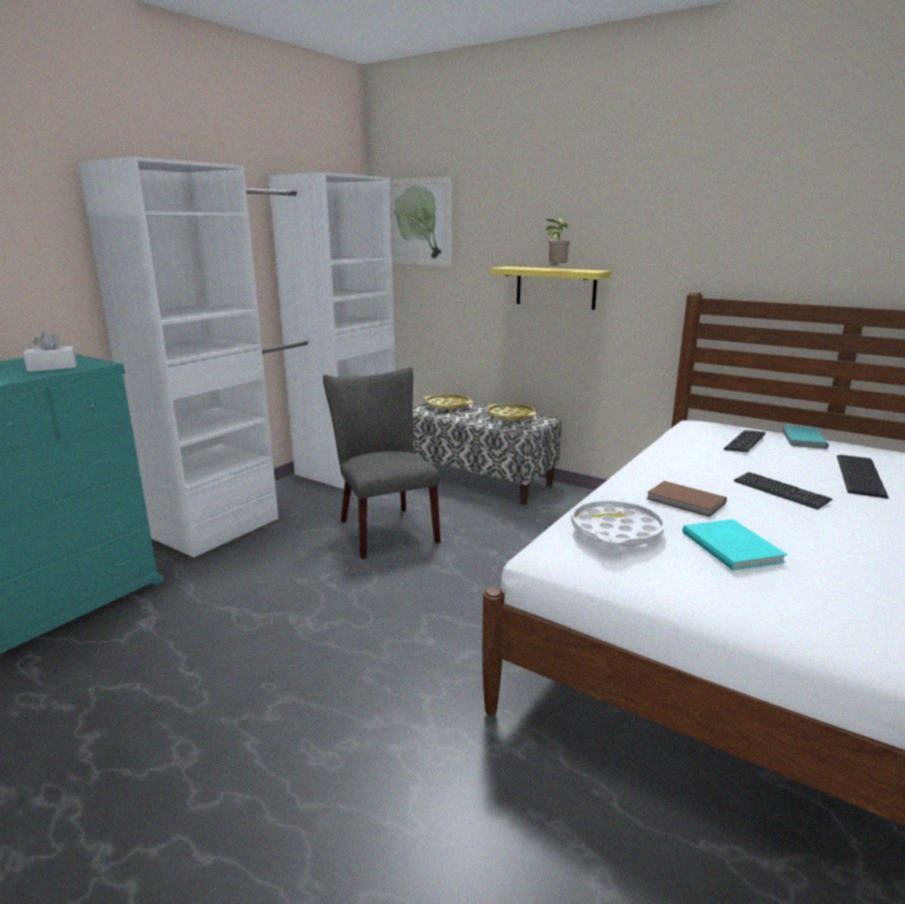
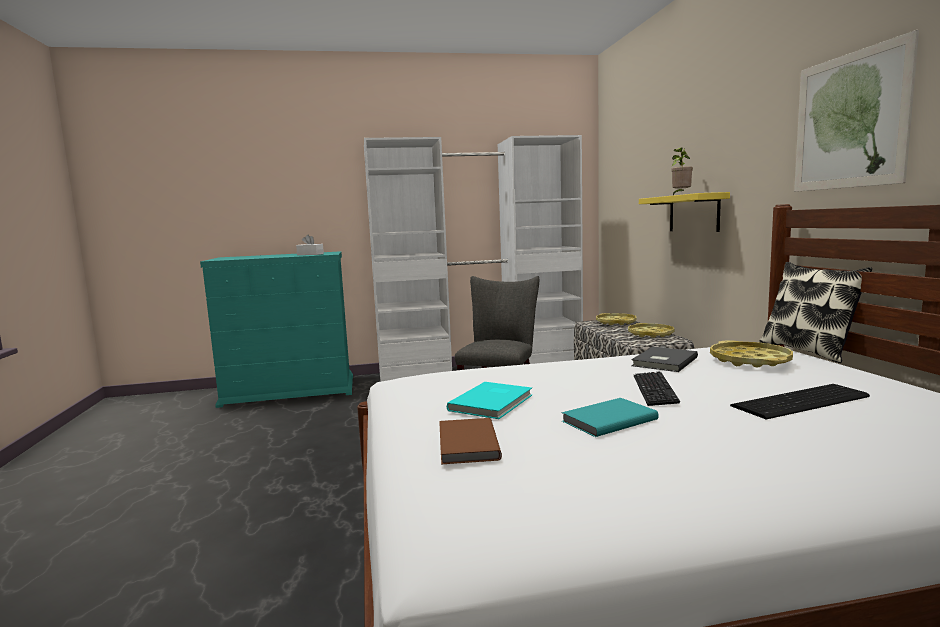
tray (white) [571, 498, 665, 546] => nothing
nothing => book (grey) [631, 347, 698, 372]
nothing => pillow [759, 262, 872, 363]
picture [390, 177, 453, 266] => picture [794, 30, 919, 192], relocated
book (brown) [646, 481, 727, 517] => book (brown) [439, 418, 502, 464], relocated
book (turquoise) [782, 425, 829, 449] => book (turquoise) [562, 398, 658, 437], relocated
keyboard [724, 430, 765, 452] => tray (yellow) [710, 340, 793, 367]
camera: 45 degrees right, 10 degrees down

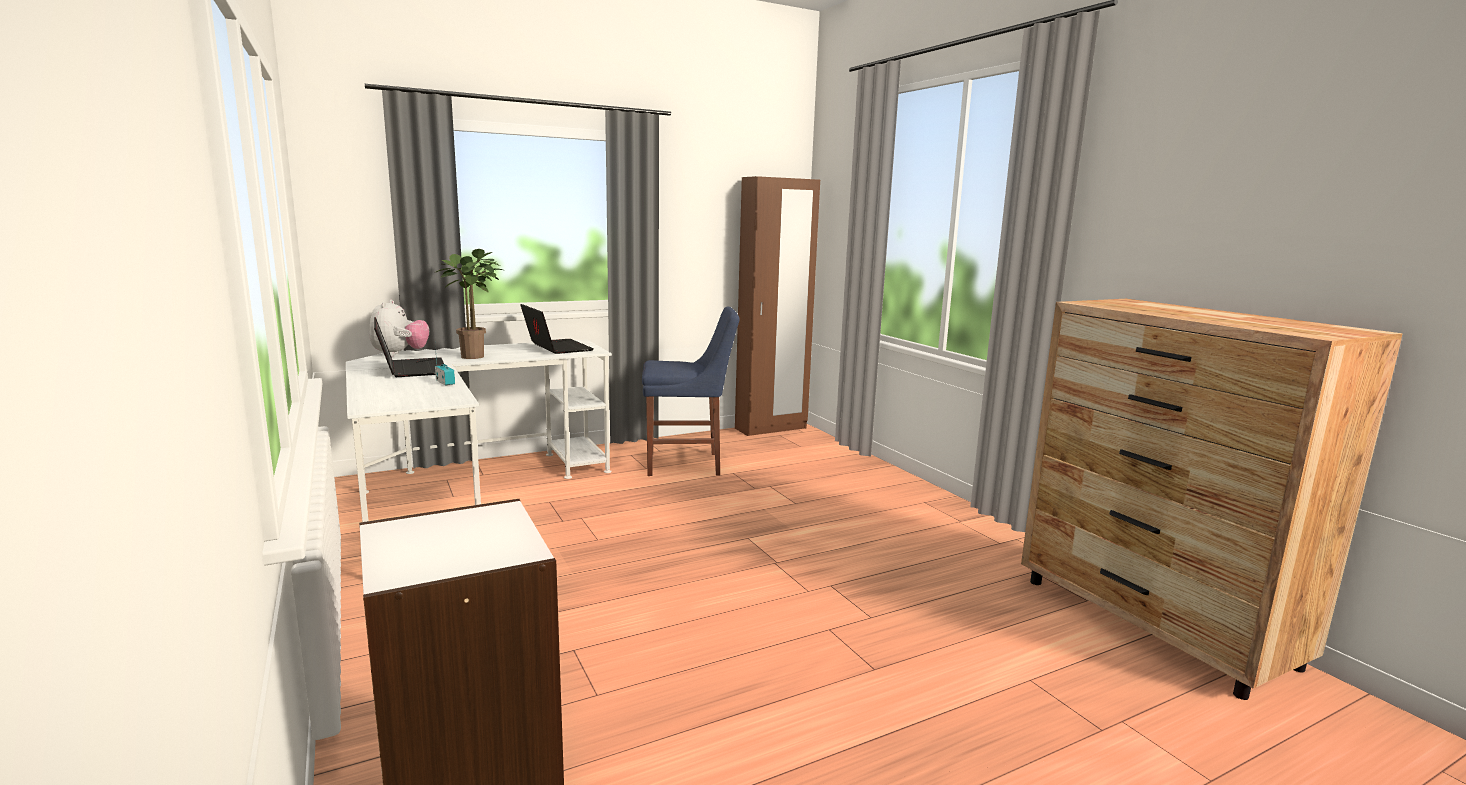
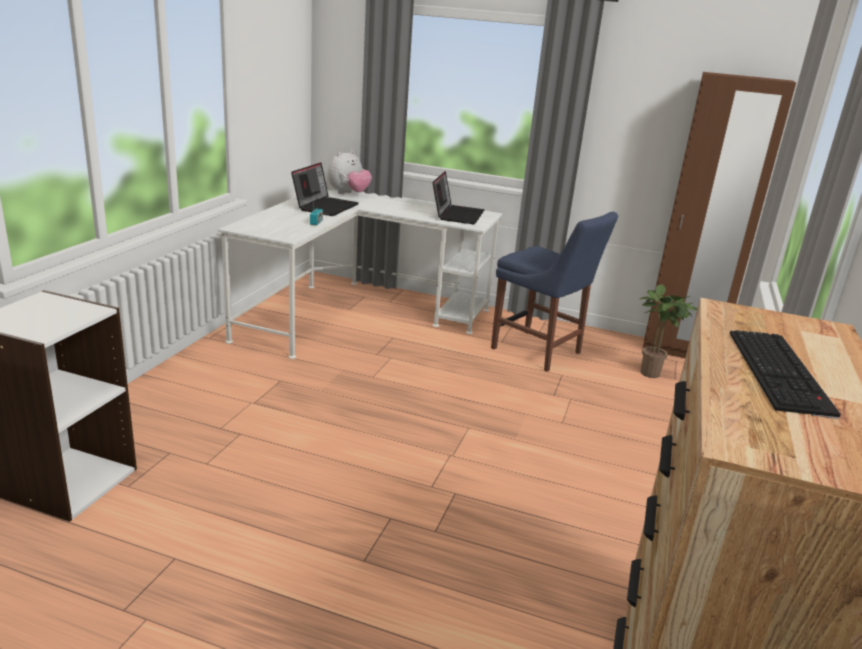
nothing => keyboard [730, 330, 841, 419]
potted plant [436, 249, 503, 359] => potted plant [640, 284, 698, 378], relocated
camera: 45 degrees right, 10 degrees up

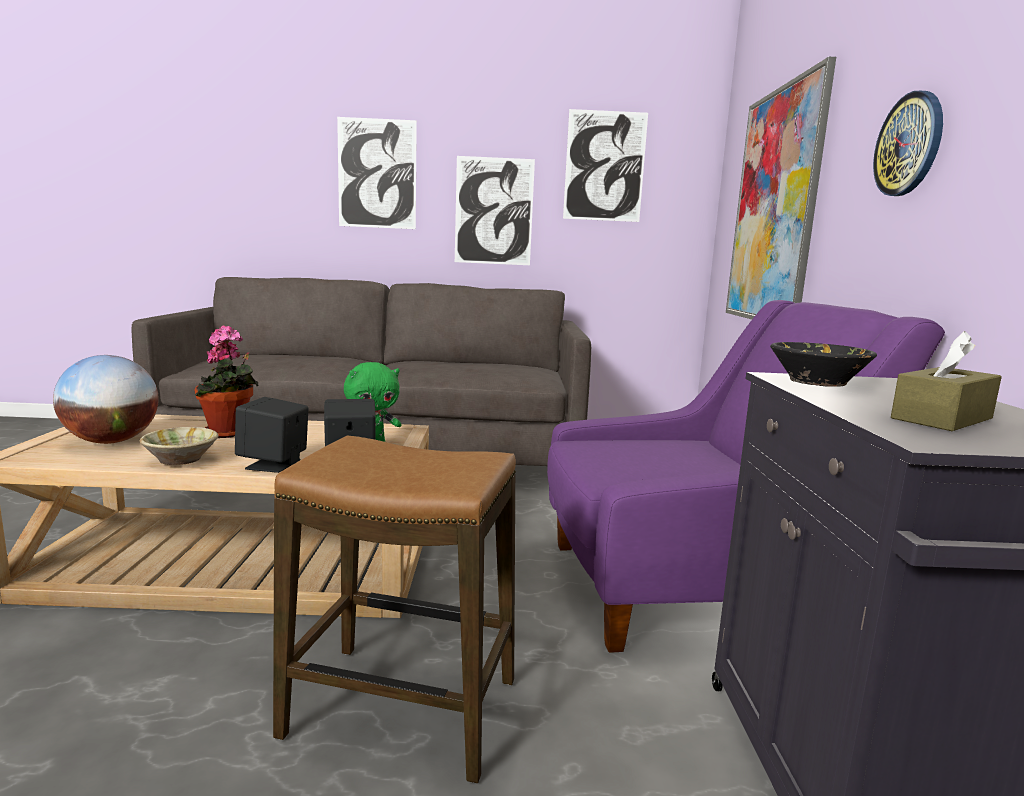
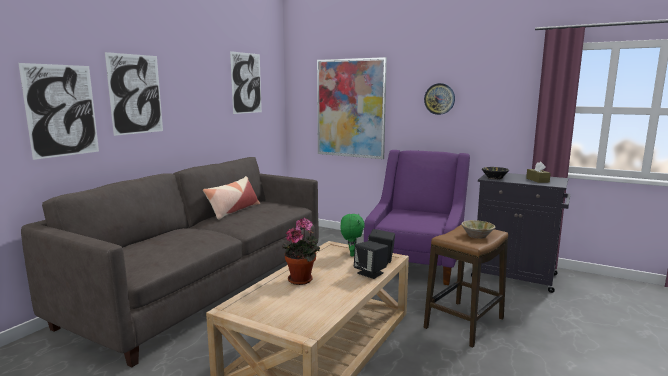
globe [53, 355, 159, 444] => nothing
nothing => pillow [203, 176, 260, 220]
bowl (beige) [140, 427, 219, 465] => bowl (beige) [461, 220, 496, 239], relocated
picture [455, 156, 535, 265] => picture [18, 63, 99, 160], relocated
camera: 60 degrees left, 0 degrees up

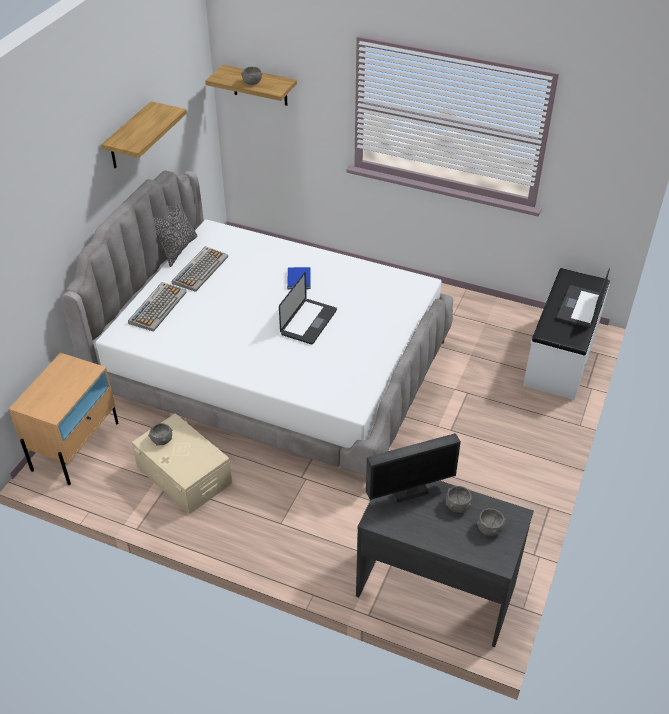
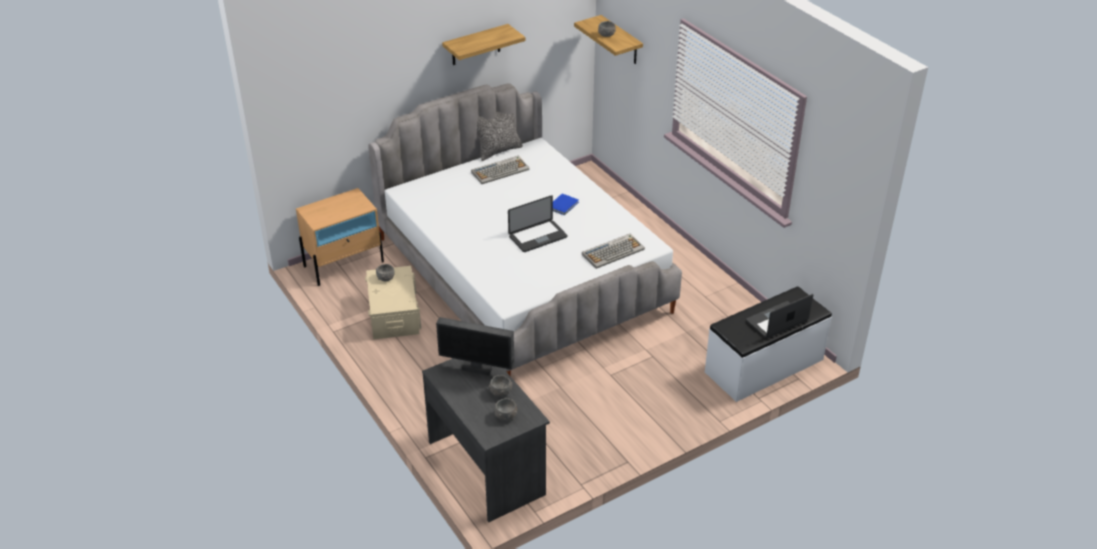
keyboard [128, 282, 187, 332] => keyboard [582, 234, 645, 269], relocated
camera: 35 degrees right, 5 degrees down

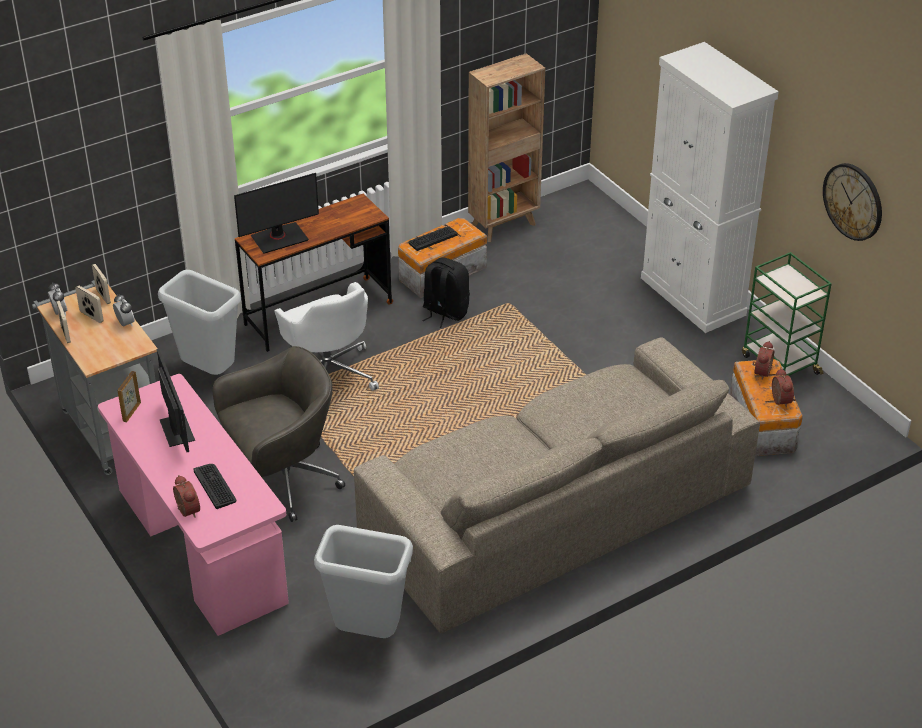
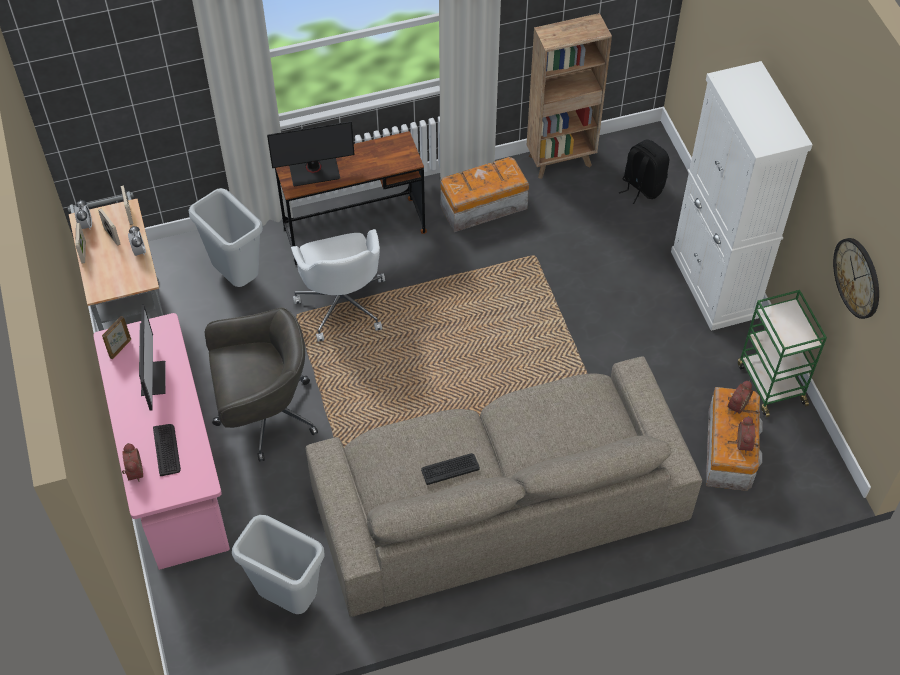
keyboard [408, 226, 458, 251] => keyboard [421, 453, 480, 485], relocated
backpack (black) [422, 257, 470, 328] => backpack (black) [619, 140, 669, 204], relocated
camera: 15 degrees right, 15 degrees up

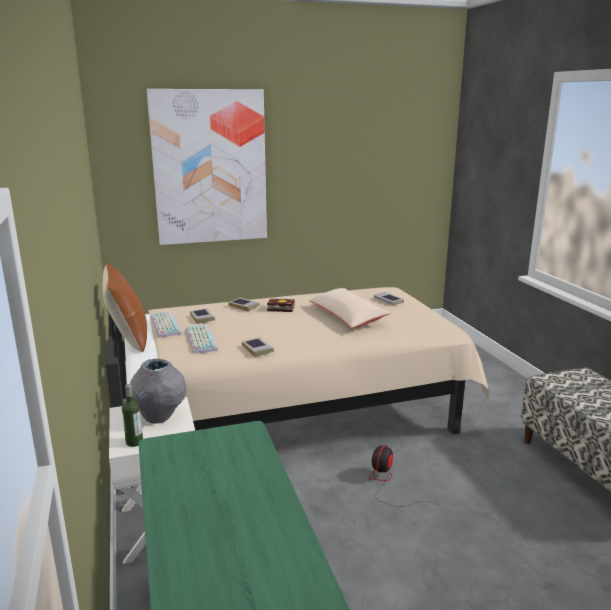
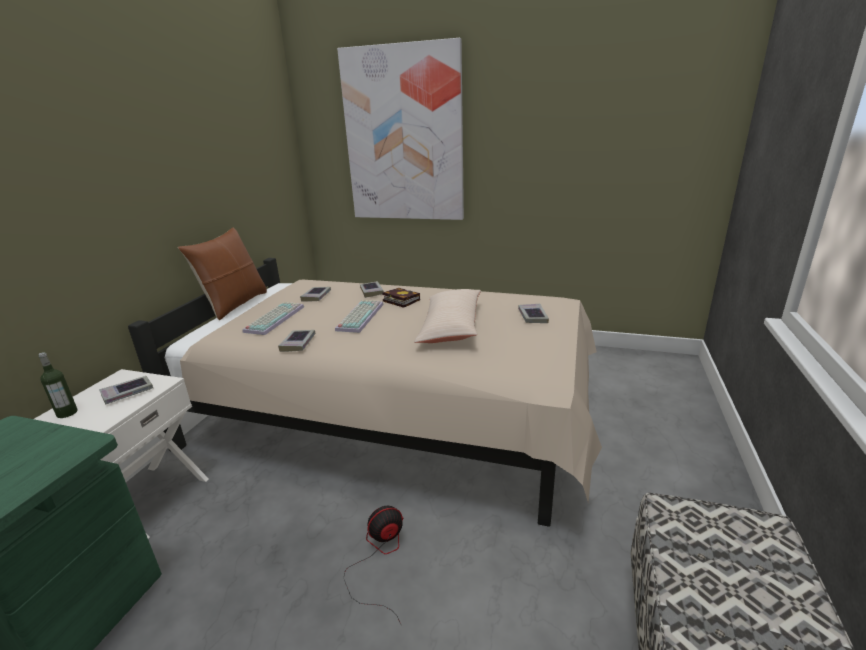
keyboard [151, 311, 182, 337] => keyboard [335, 300, 384, 333], relocated
vase (grey) [130, 359, 186, 424] => book [99, 376, 153, 404]
camera: 35 degrees right, 5 degrees up

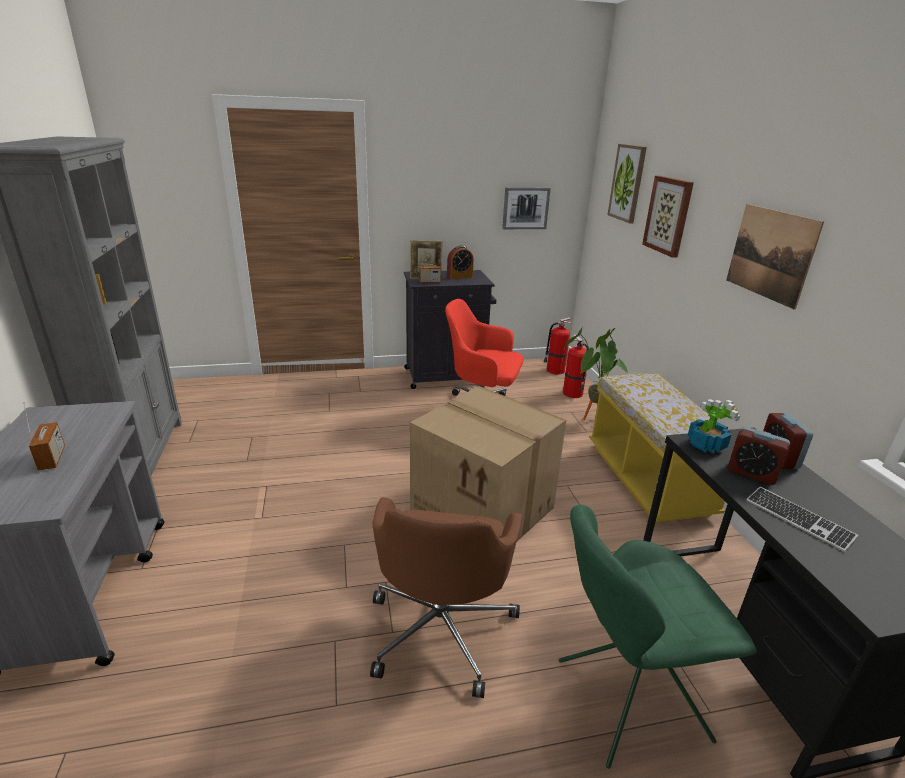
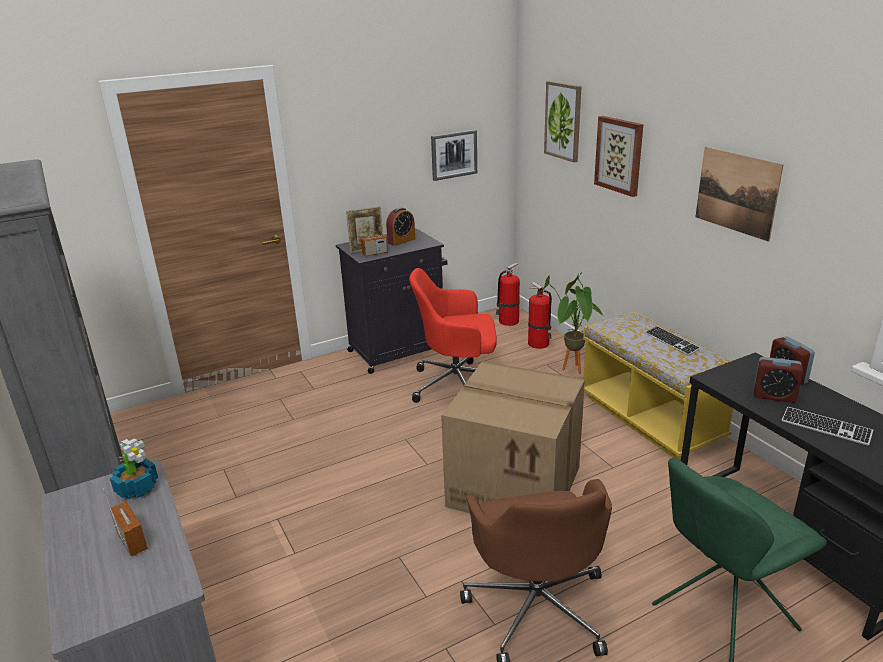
nothing => keyboard [645, 326, 701, 356]
potted plant [688, 399, 741, 453] => potted plant [110, 438, 158, 499], relocated
camera: 15 degrees left, 0 degrees up

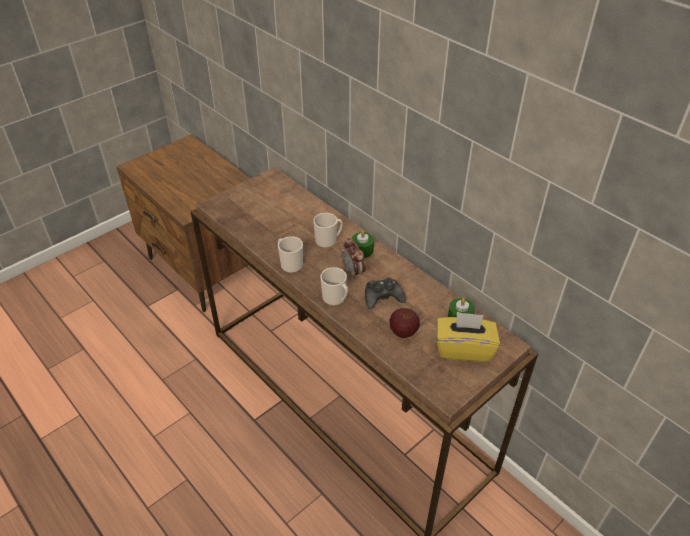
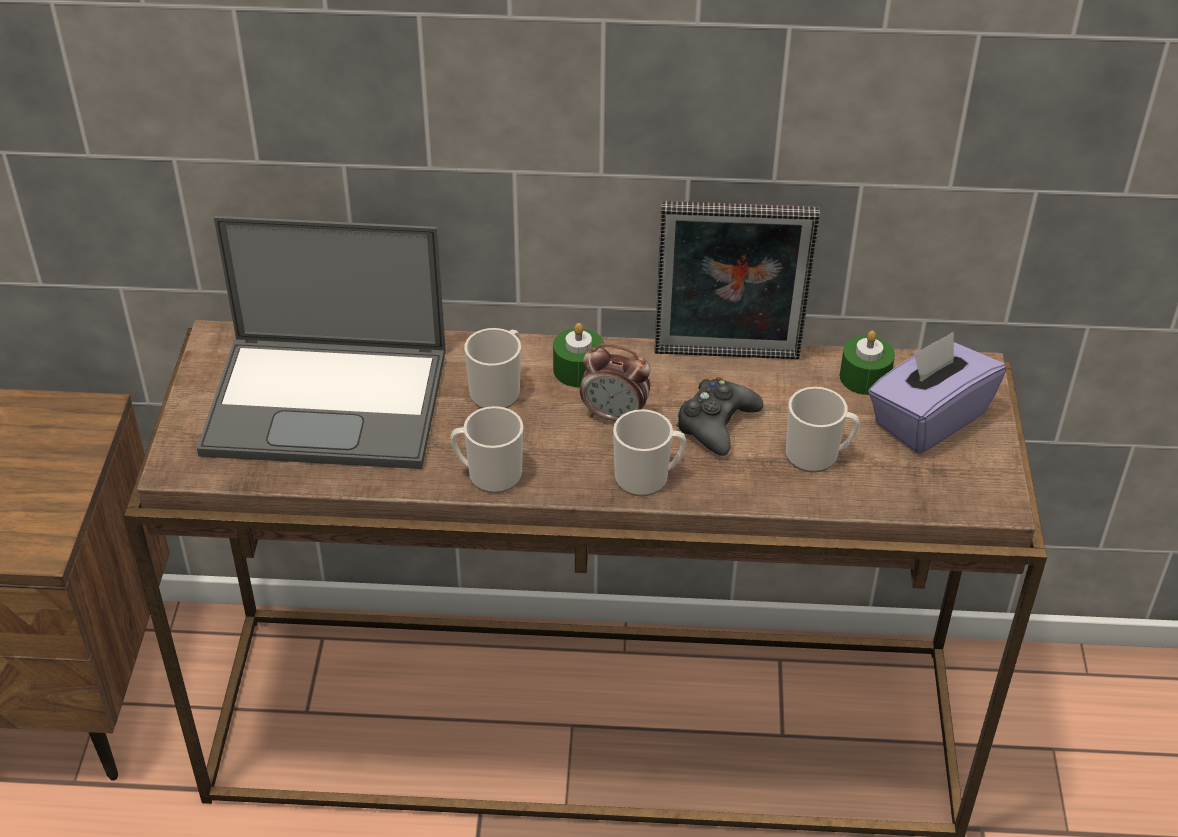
nothing => laptop [197, 216, 446, 469]
nothing => picture frame [655, 201, 820, 360]
apple [389, 308, 420, 338] => mug [786, 387, 860, 473]
tissue box (yellow) [437, 312, 500, 362] => tissue box (purple) [868, 332, 1006, 454]
camera: 45 degrees left, 0 degrees up

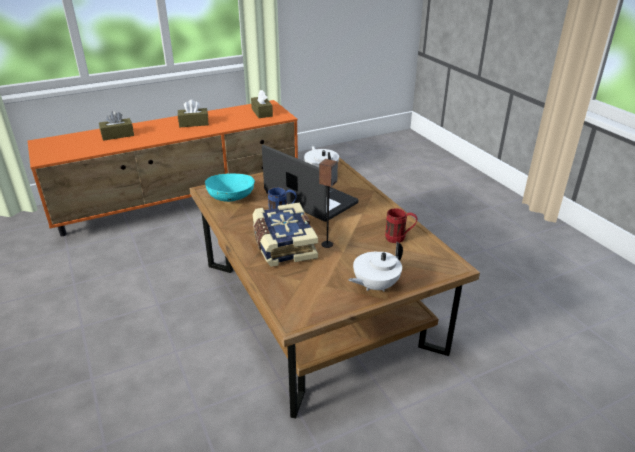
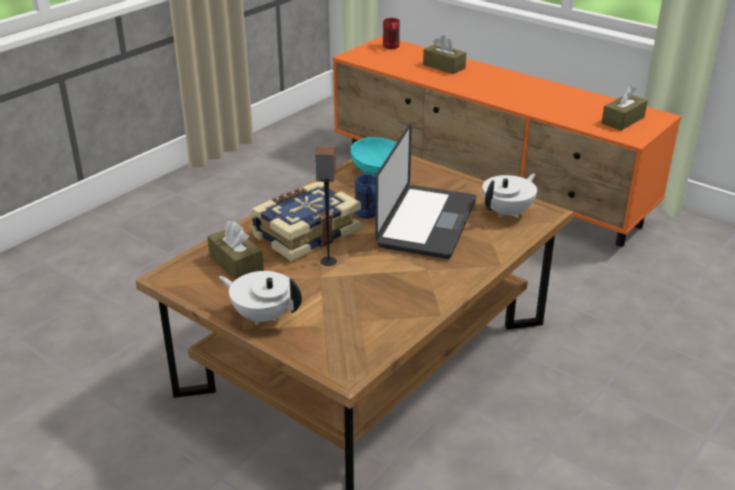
tissue box (brown) [178, 99, 209, 127] => tissue box (brown) [207, 221, 264, 280], relocated
mug (red) [385, 208, 418, 243] => mug (red) [383, 18, 400, 49], relocated
camera: 65 degrees right, 0 degrees up

